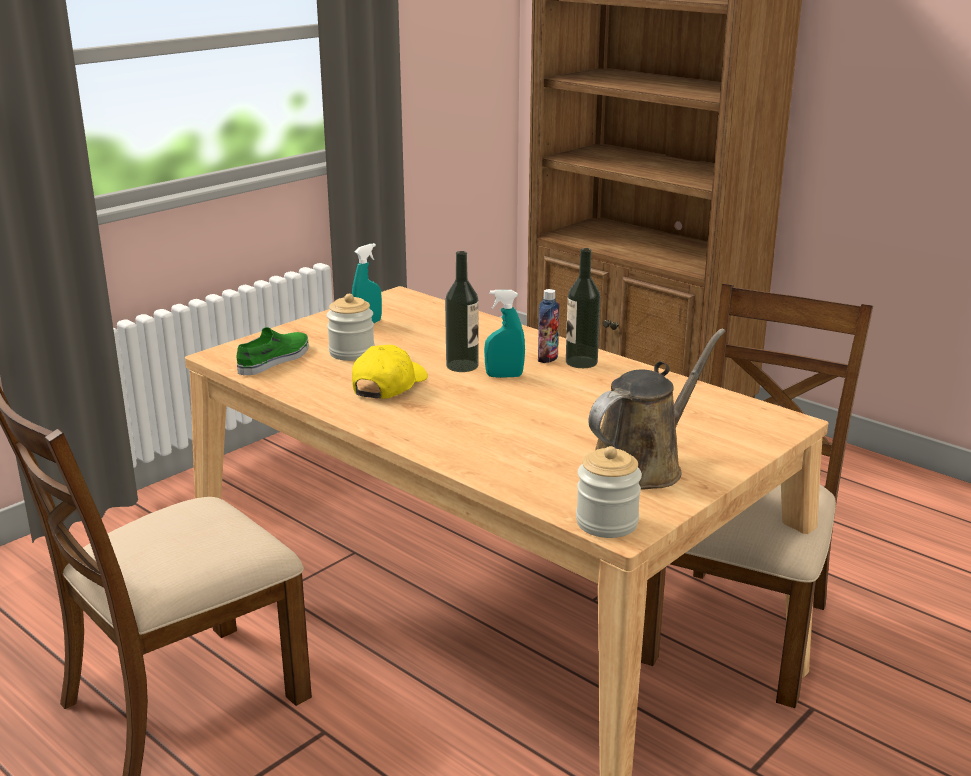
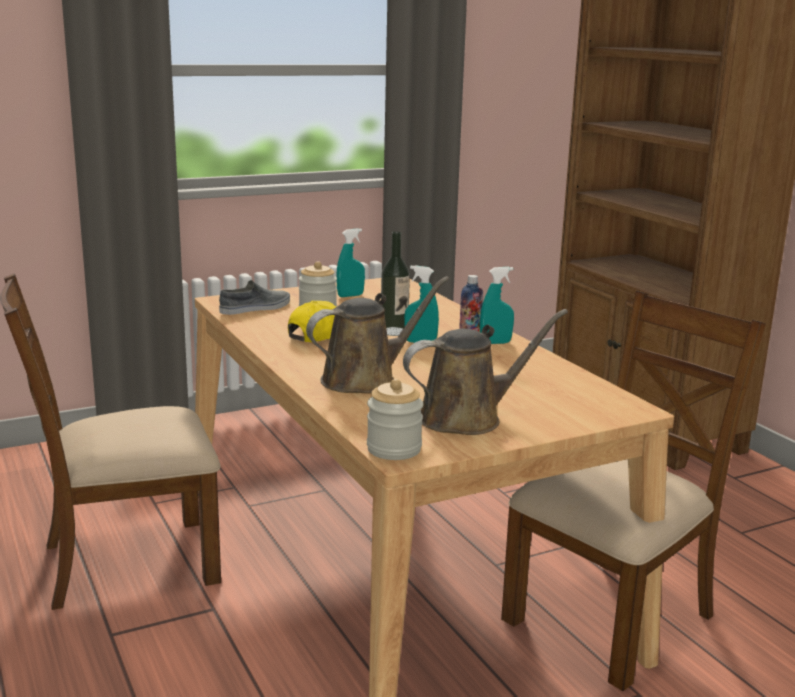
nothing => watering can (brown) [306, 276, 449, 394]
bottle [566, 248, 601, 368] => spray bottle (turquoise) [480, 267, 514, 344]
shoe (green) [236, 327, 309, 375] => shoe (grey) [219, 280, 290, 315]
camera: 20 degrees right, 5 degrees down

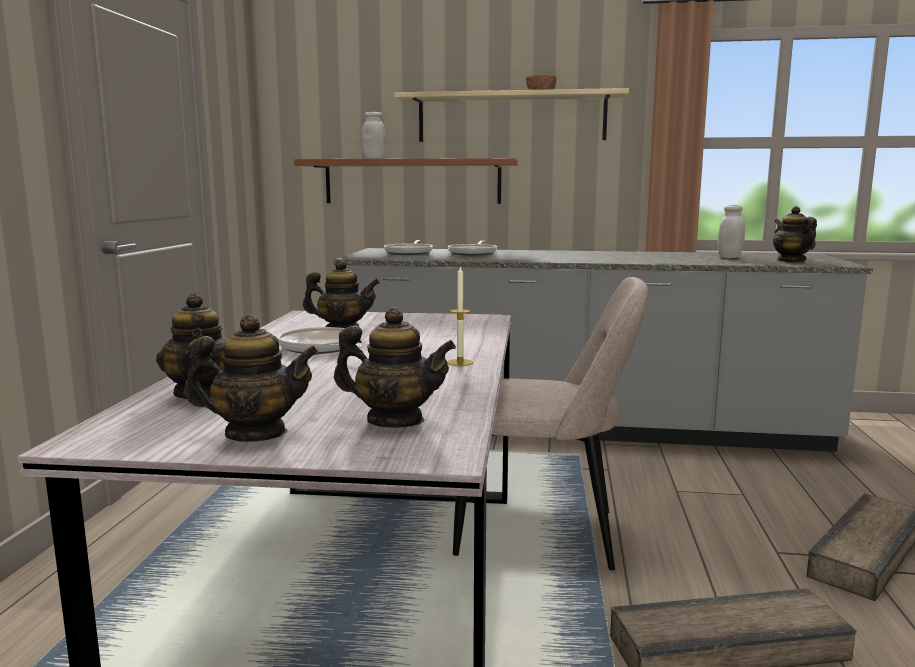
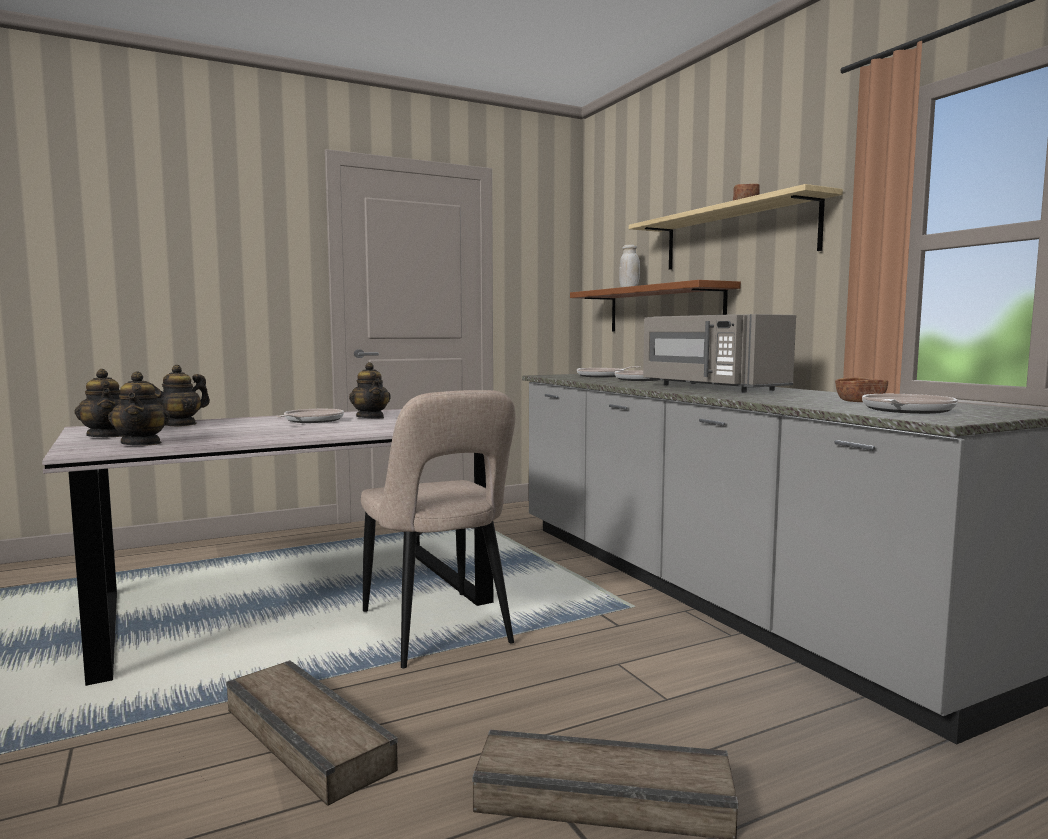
candle [447, 266, 473, 366] => nothing
nothing => microwave (grey) [643, 314, 796, 392]
jar (white) [718, 205, 745, 258] => bowl (brown) [835, 377, 888, 402]
teapot [773, 206, 817, 262] => frying pan [862, 394, 958, 414]
camera: 55 degrees right, 5 degrees down

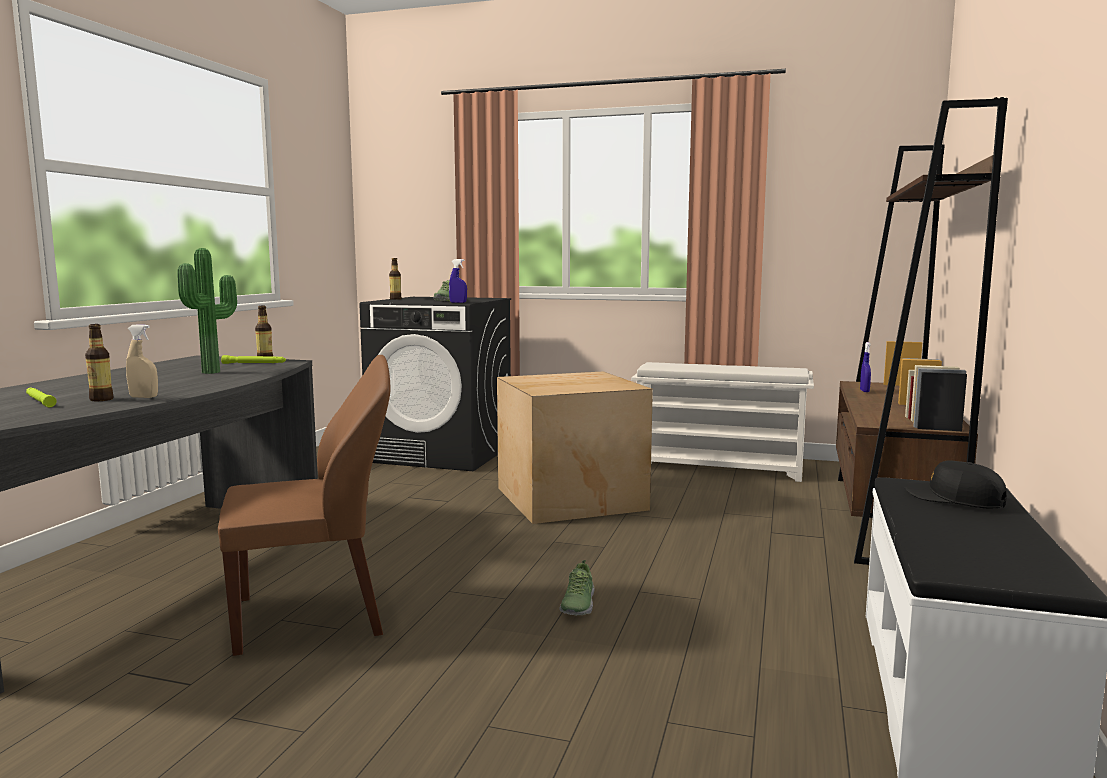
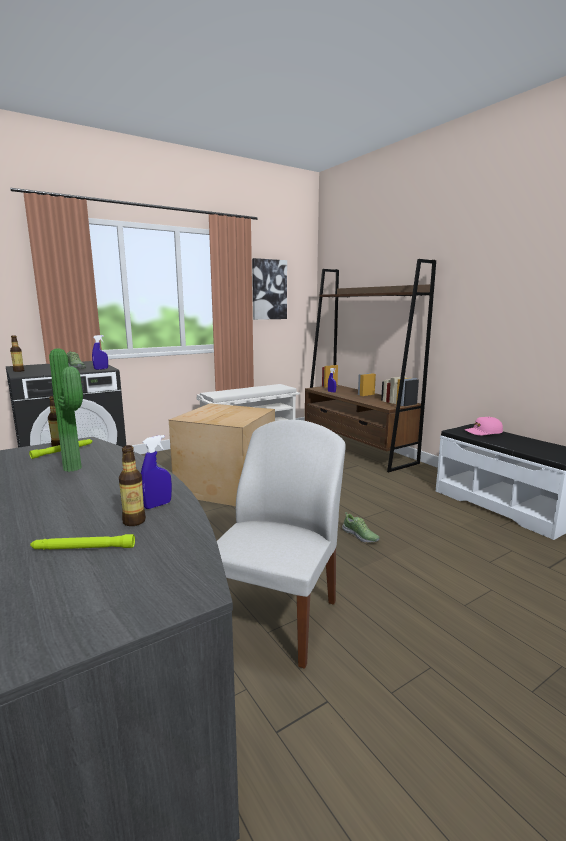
nothing => picture [252, 258, 287, 320]
spray bottle (beige) [126, 324, 158, 398] => spray bottle (blue) [141, 435, 172, 509]
chair (brown) [218, 355, 391, 656] => chair (white) [217, 420, 346, 669]
cap (black) [904, 460, 1006, 508] => cap (pink) [465, 417, 503, 436]
camera: 50 degrees left, 5 degrees up

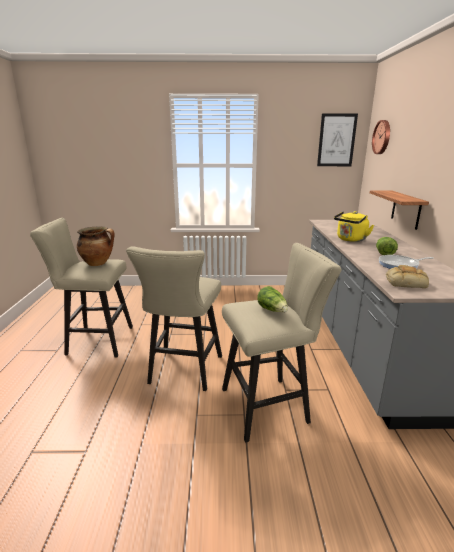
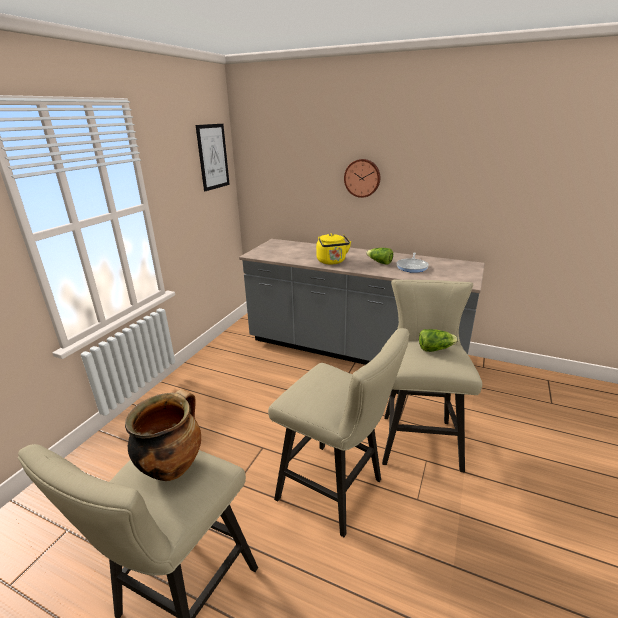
shelf [370, 190, 429, 230] => nothing
bread [386, 265, 429, 288] => nothing
wall clock [372, 120, 390, 154] => wall clock [344, 159, 380, 198], relocated
camera: 65 degrees left, 5 degrees up

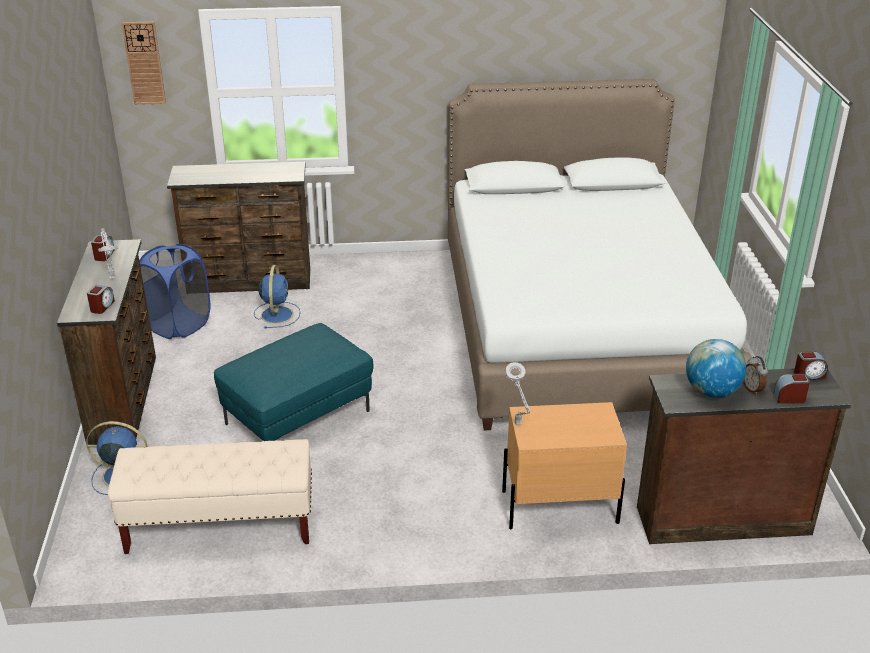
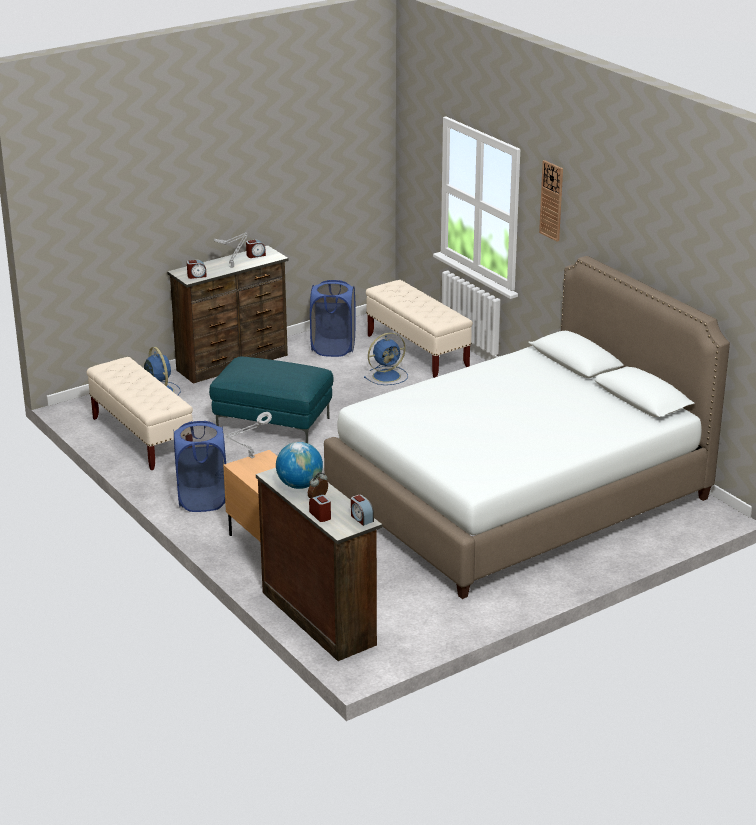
nothing => laundry basket (blue) [174, 421, 226, 512]
wall clock [122, 21, 166, 105] => wall clock [539, 160, 563, 242], relocated
dresser (brown) [167, 162, 310, 293] => bench (beige) [366, 280, 473, 378]
camera: 60 degrees right, 5 degrees down

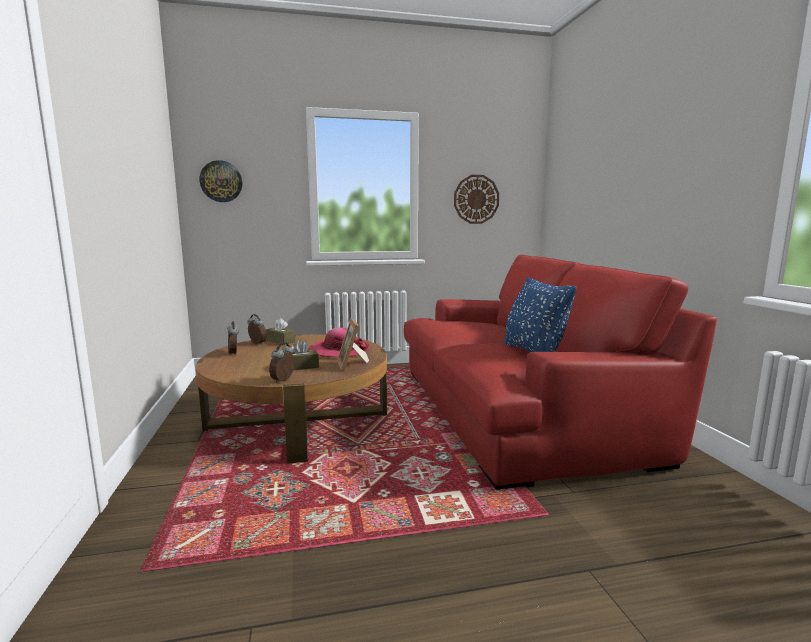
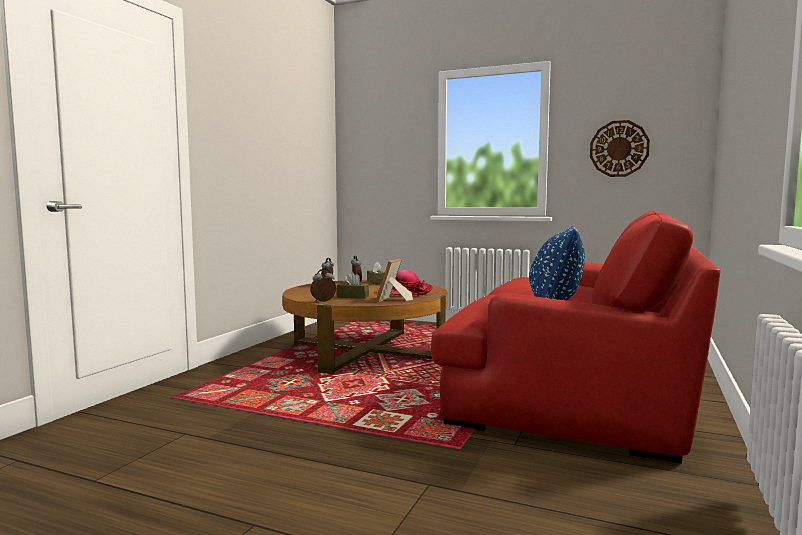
wall clock [199, 160, 242, 202] => nothing
camera: 35 degrees right, 5 degrees down

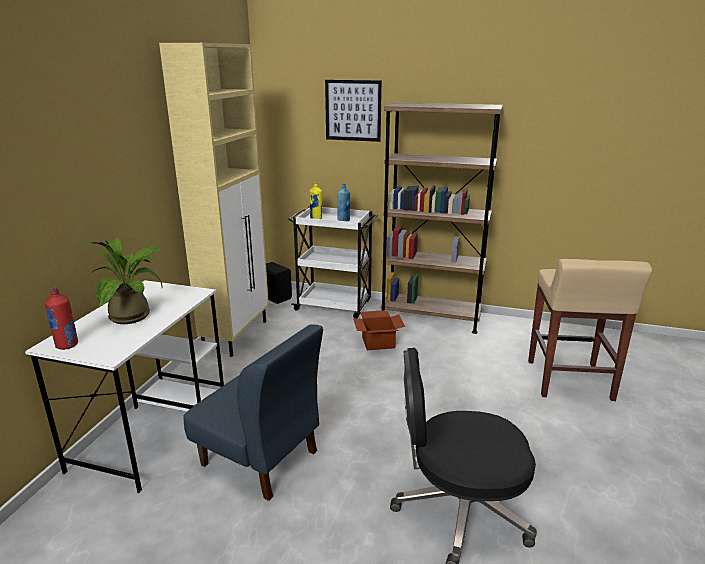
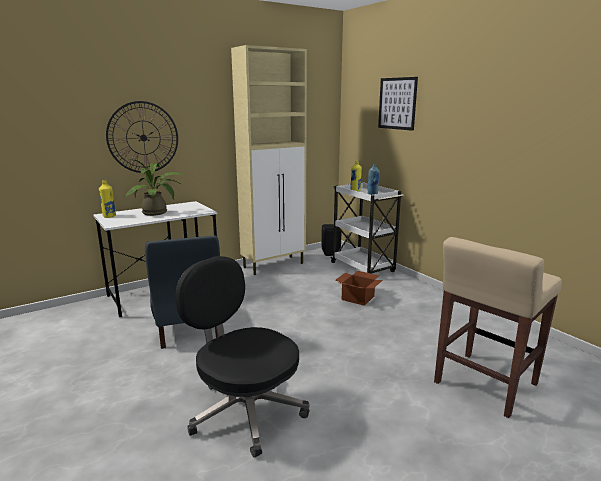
bookcase (brown) [381, 102, 503, 334] => nothing
nothing => wall clock [106, 101, 178, 173]
bottle (red) [45, 287, 78, 350] => bottle (yellow) [99, 180, 116, 218]
camera: 40 degrees right, 5 degrees down

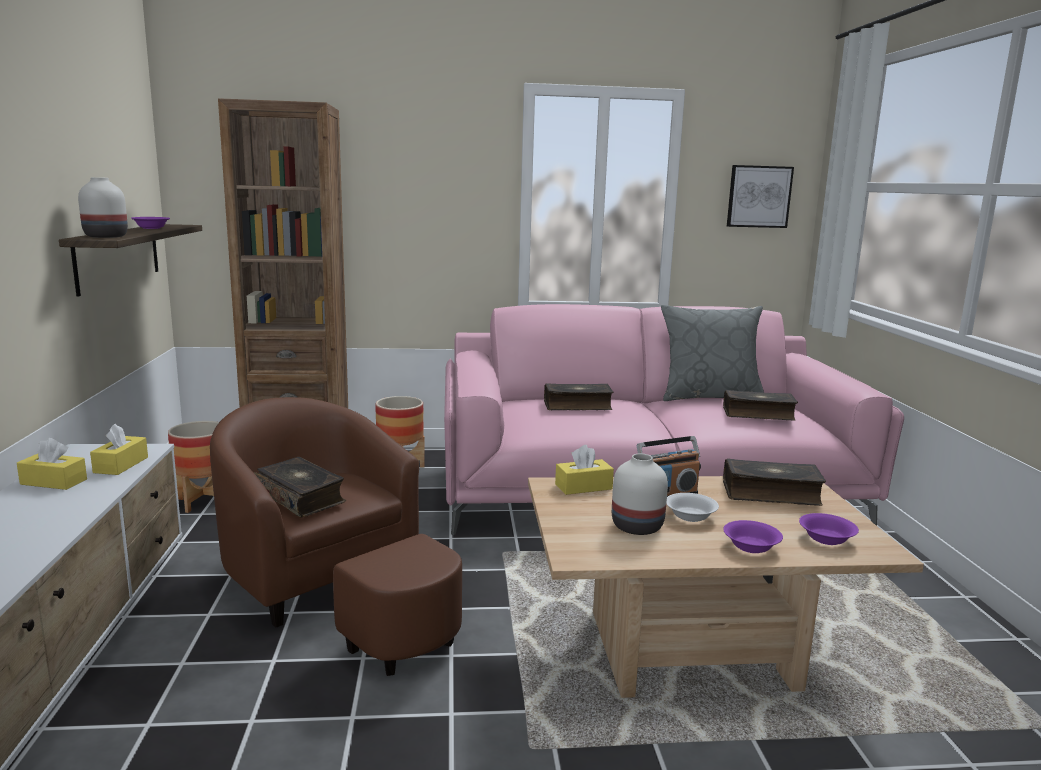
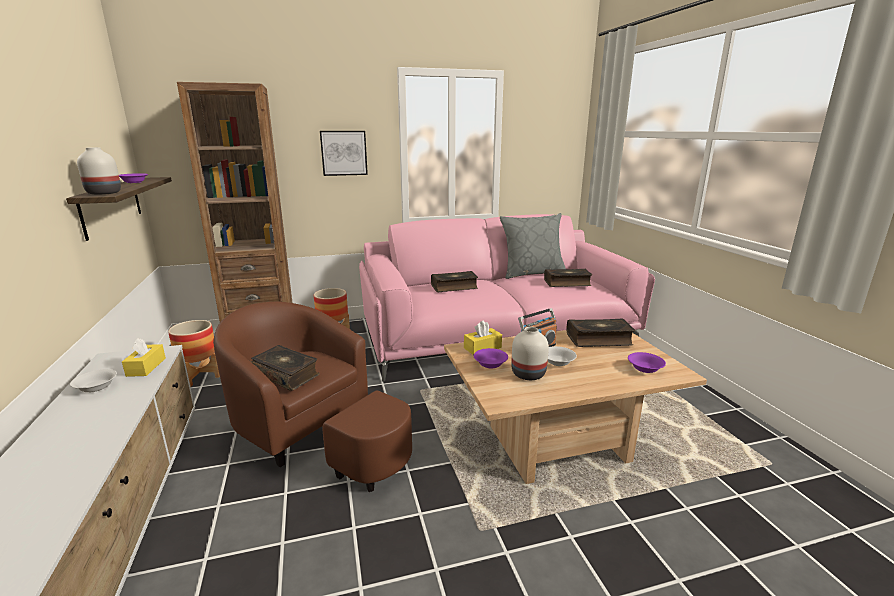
bowl (purple) [723, 520, 783, 553] => bowl (purple) [474, 348, 508, 369], relocated
picture [727, 165, 794, 228] => picture [320, 131, 368, 176], relocated
tissue box (yellow) [17, 438, 87, 490] => bowl (white) [70, 369, 117, 392]
camera: 10 degrees left, 5 degrees up

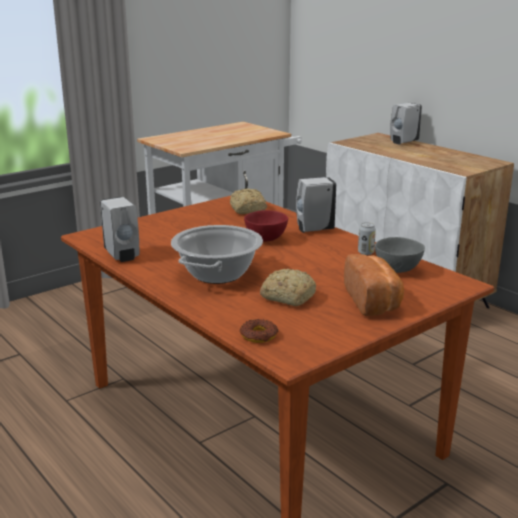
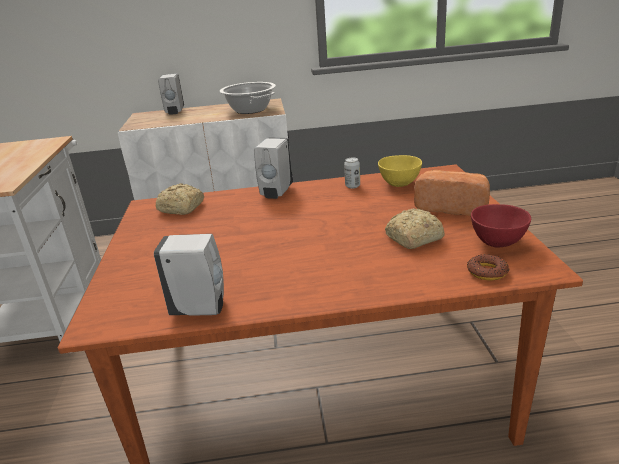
cooking pot [171, 225, 263, 284] => cooking pot [220, 82, 276, 114], relocated
bowl (red) [244, 210, 288, 242] => bowl (red) [471, 204, 531, 248], relocated
bowl (grey) [375, 237, 425, 273] => bowl (yellow) [378, 155, 422, 187]
camera: 55 degrees left, 5 degrees up

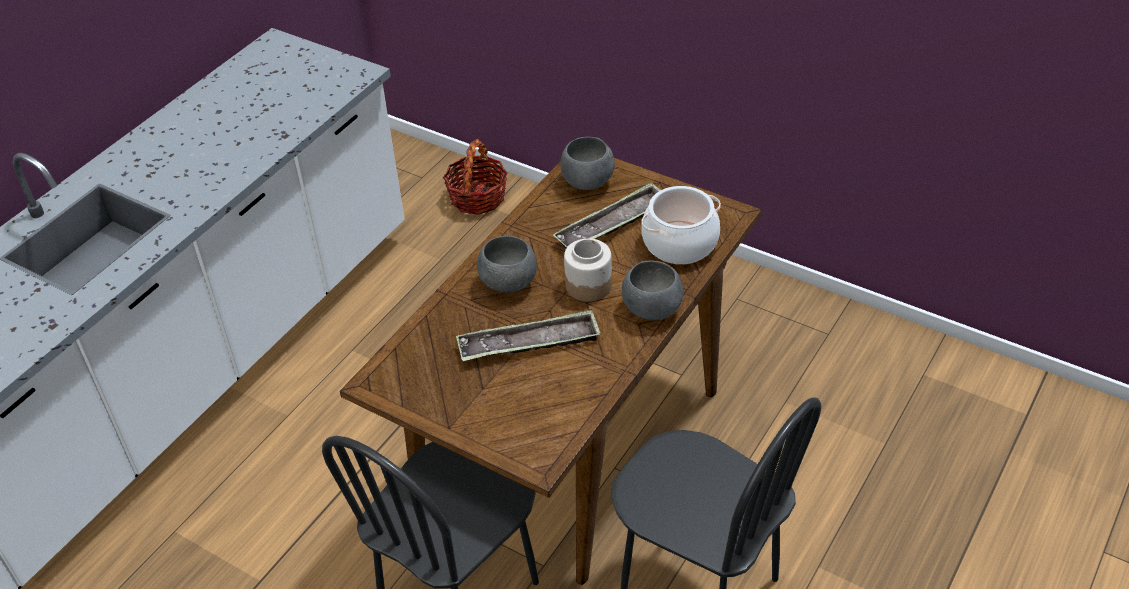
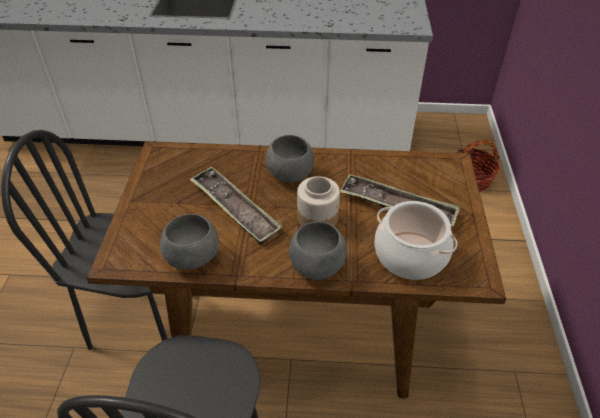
bowl (grey) [560, 137, 615, 190] => bowl (grey) [160, 214, 219, 270], relocated
camera: 60 degrees right, 0 degrees up

